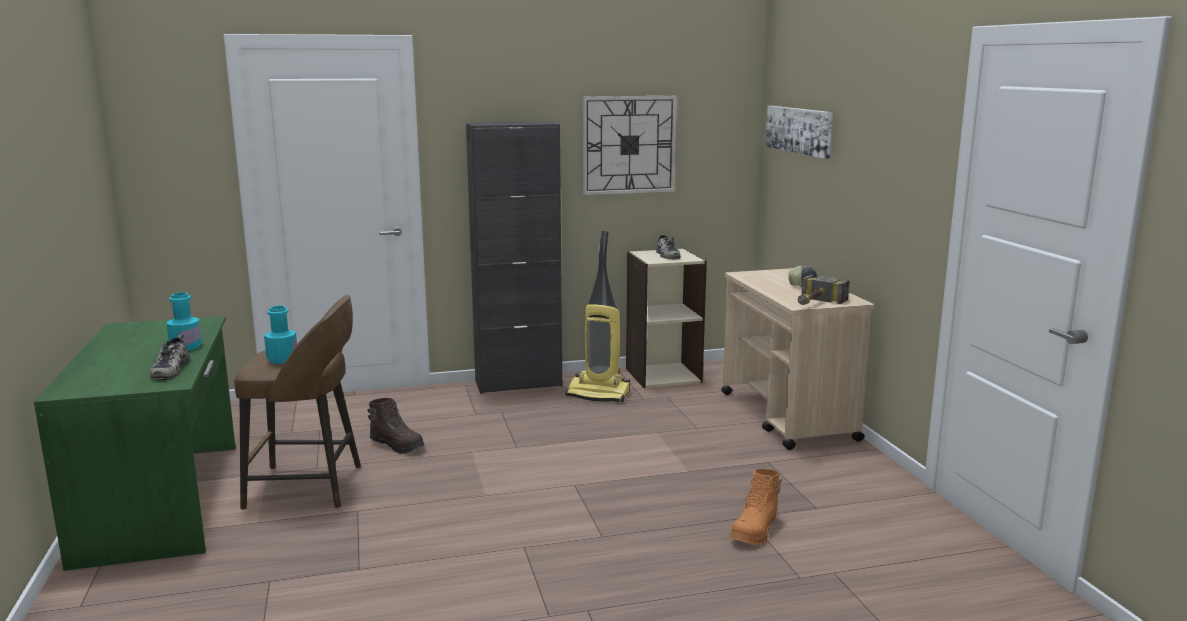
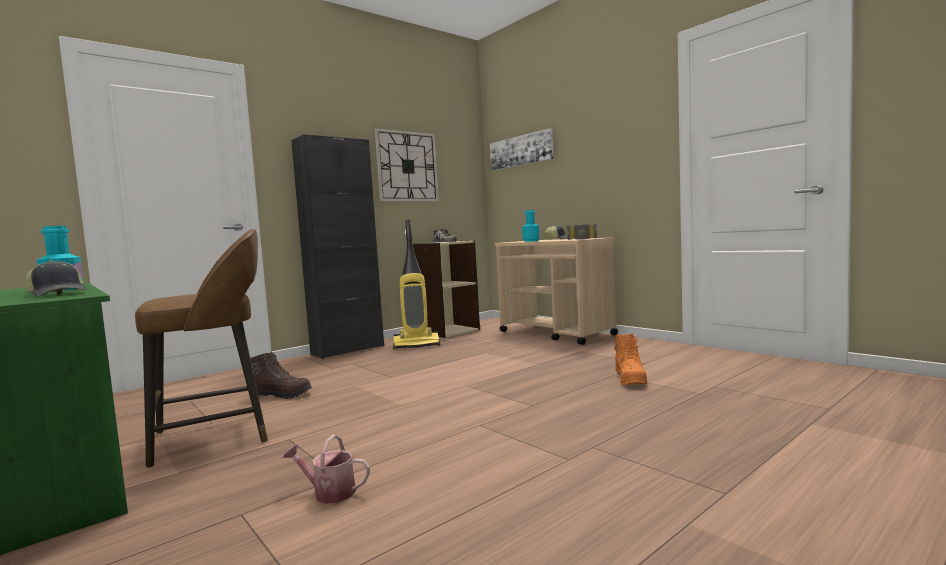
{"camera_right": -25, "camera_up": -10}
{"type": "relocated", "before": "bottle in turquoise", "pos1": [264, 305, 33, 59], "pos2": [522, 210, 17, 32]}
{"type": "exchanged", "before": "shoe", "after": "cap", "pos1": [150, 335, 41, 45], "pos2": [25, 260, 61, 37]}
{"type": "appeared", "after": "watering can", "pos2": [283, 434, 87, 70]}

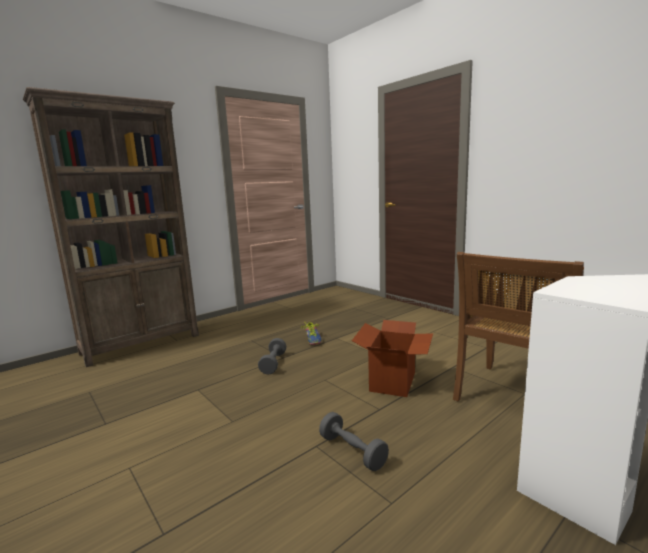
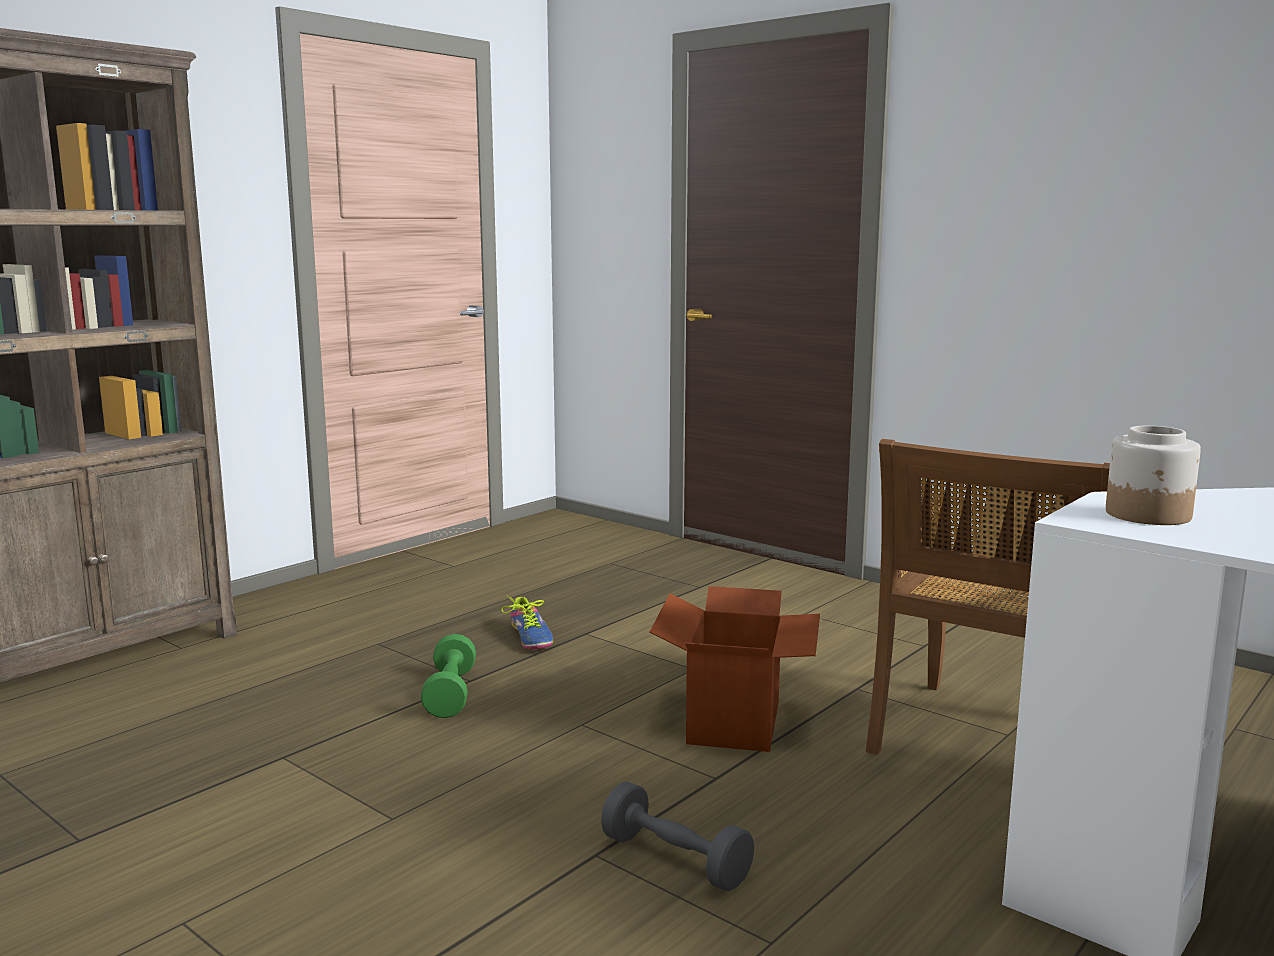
{"camera_right": -10, "camera_up": 0}
{"type": "colour", "before": "dumbbell in grey", "after": "dumbbell in green", "pos1": [258, 338, 28, 36], "pos2": [421, 634, 55, 84]}
{"type": "appeared", "after": "jar", "pos2": [1106, 426, 95, 99]}

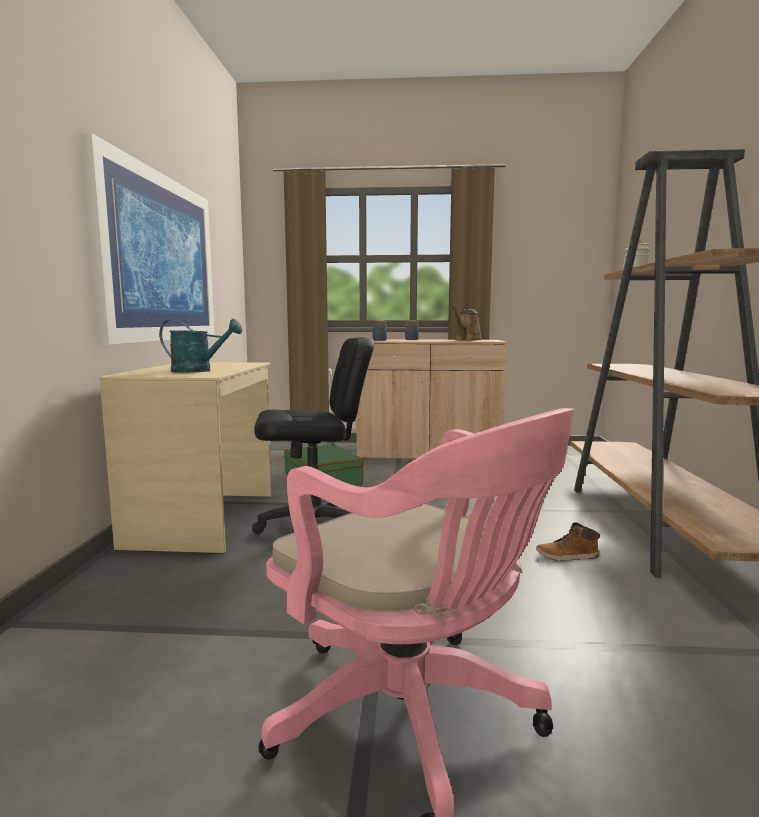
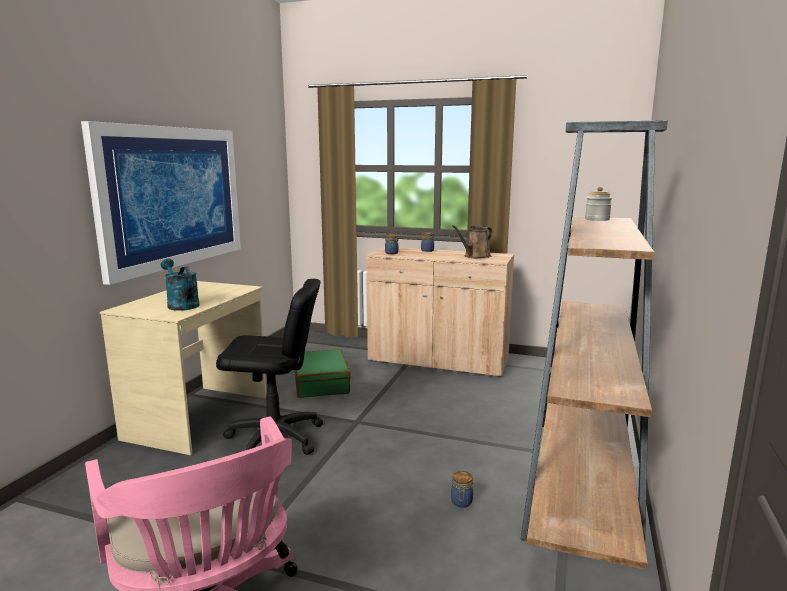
{"camera_right": 15, "camera_up": 5}
{"type": "spun", "before": "watering can in turquoise", "pos1": [159, 319, 84, 54], "pos2": [161, 259, 39, 52], "turn": -150}
{"type": "exchanged", "before": "boot", "after": "jar", "pos1": [536, 523, 64, 38], "pos2": [451, 471, 22, 37]}

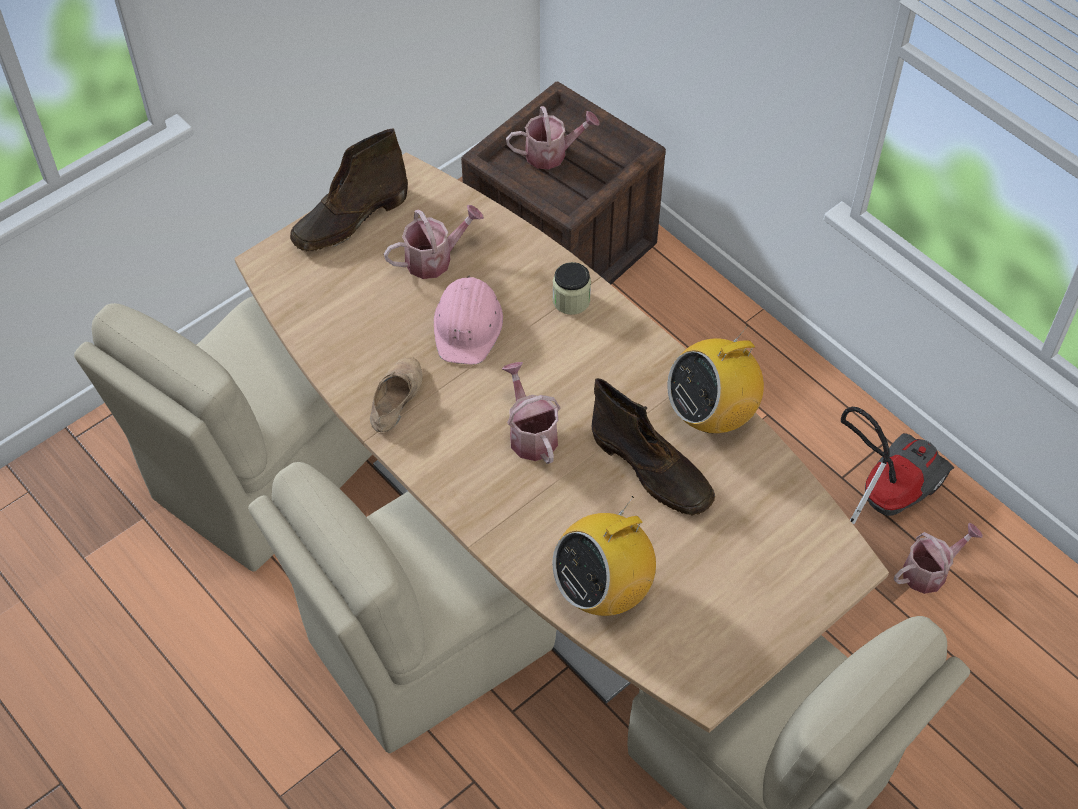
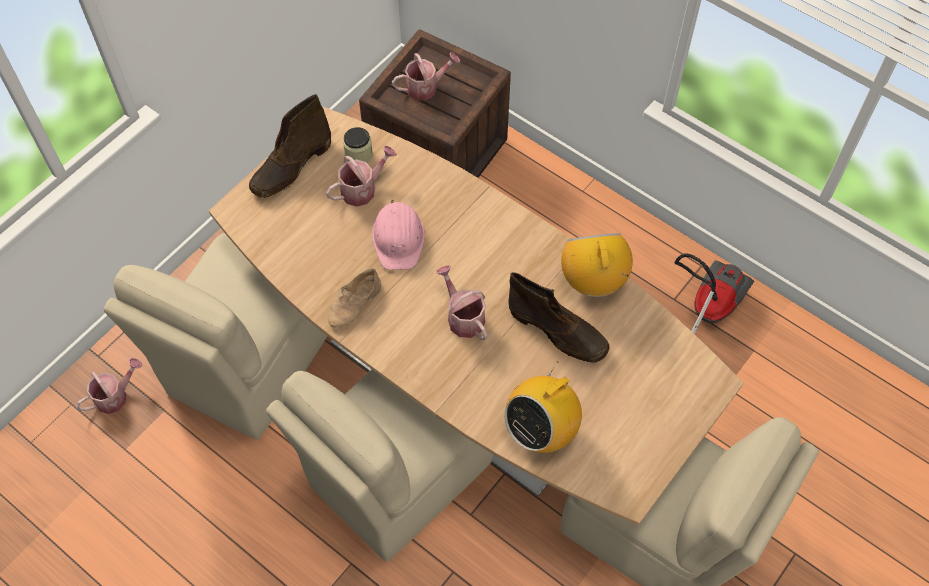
{"camera_right": -10, "camera_up": 5}
{"type": "relocated", "before": "jar", "pos1": [552, 262, 39, 53], "pos2": [343, 127, 30, 36]}
{"type": "spun", "before": "radio", "pos1": [667, 325, 97, 108], "pos2": [561, 233, 72, 64], "turn": 120}
{"type": "spun", "before": "shoe in beige", "pos1": [370, 357, 53, 75], "pos2": [328, 268, 53, 59], "turn": -150}
{"type": "relocated", "before": "watering can", "pos1": [894, 523, 89, 71], "pos2": [76, 358, 66, 56]}

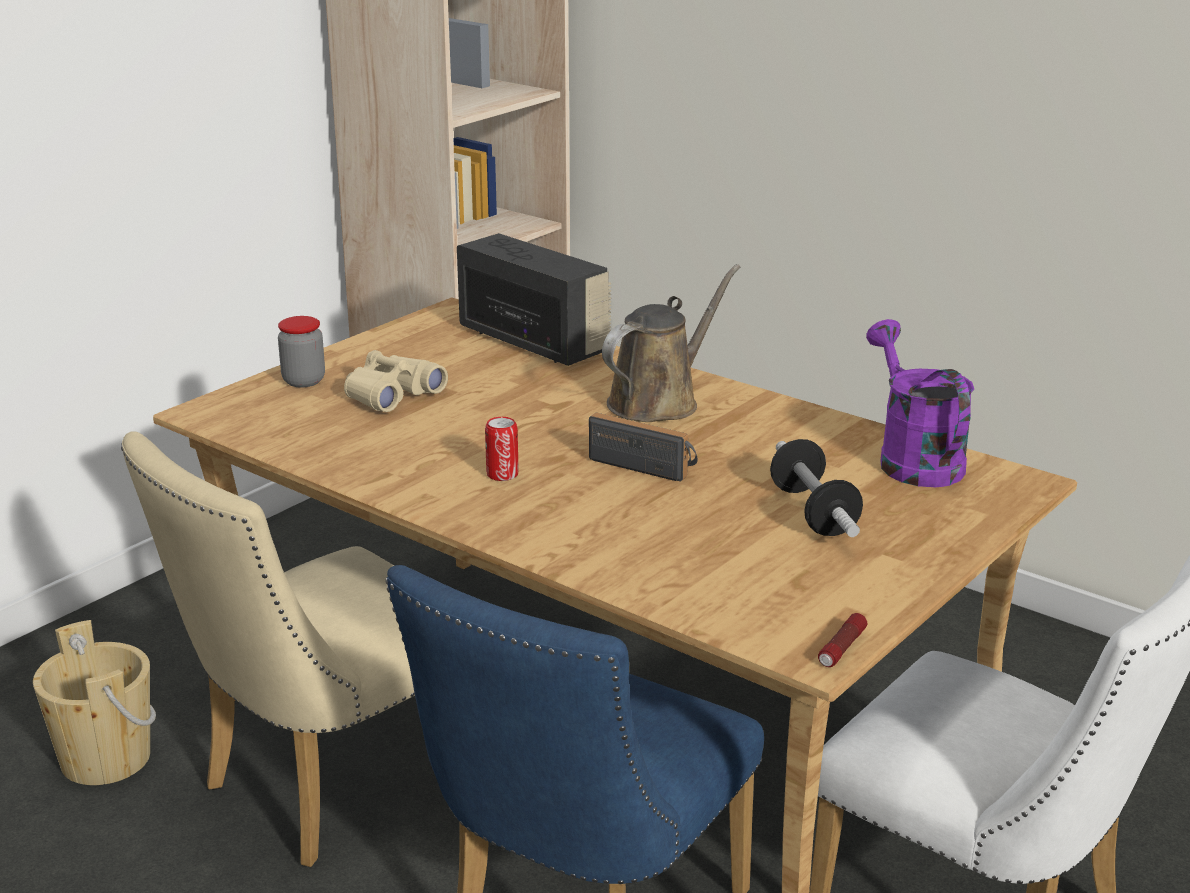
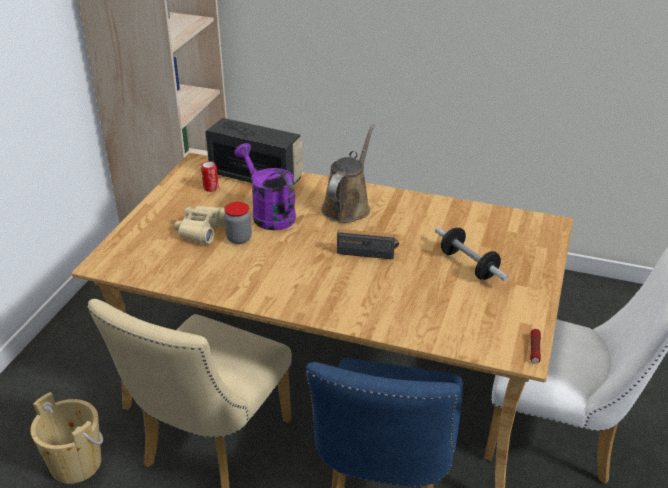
{"camera_right": -20, "camera_up": 10}
{"type": "relocated", "before": "jar", "pos1": [278, 316, 47, 71], "pos2": [224, 202, 28, 42]}
{"type": "relocated", "before": "watering can in purple", "pos1": [866, 319, 108, 168], "pos2": [234, 143, 62, 88]}
{"type": "relocated", "before": "can", "pos1": [485, 417, 34, 64], "pos2": [201, 161, 18, 31]}

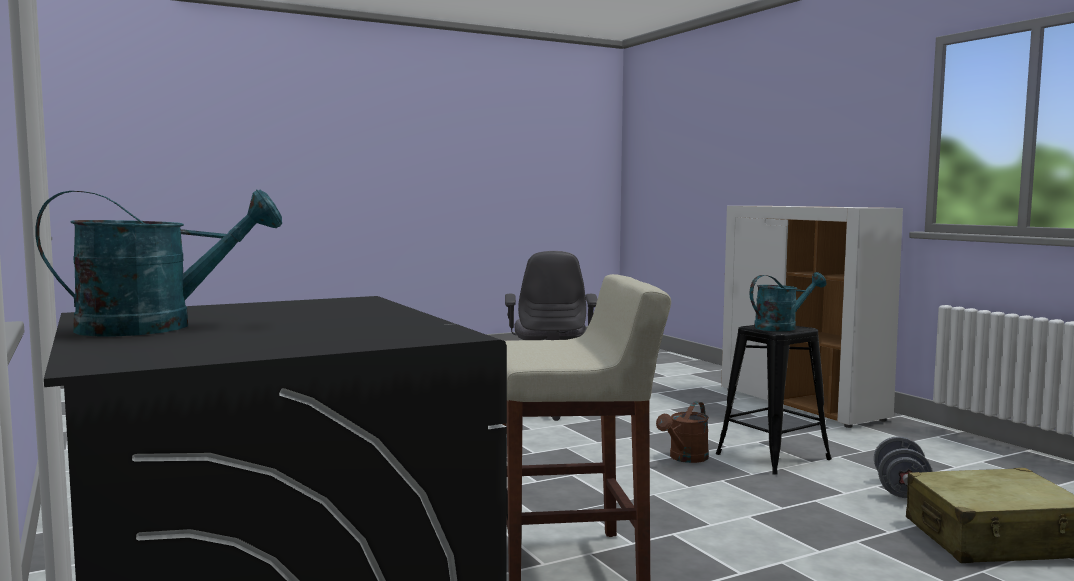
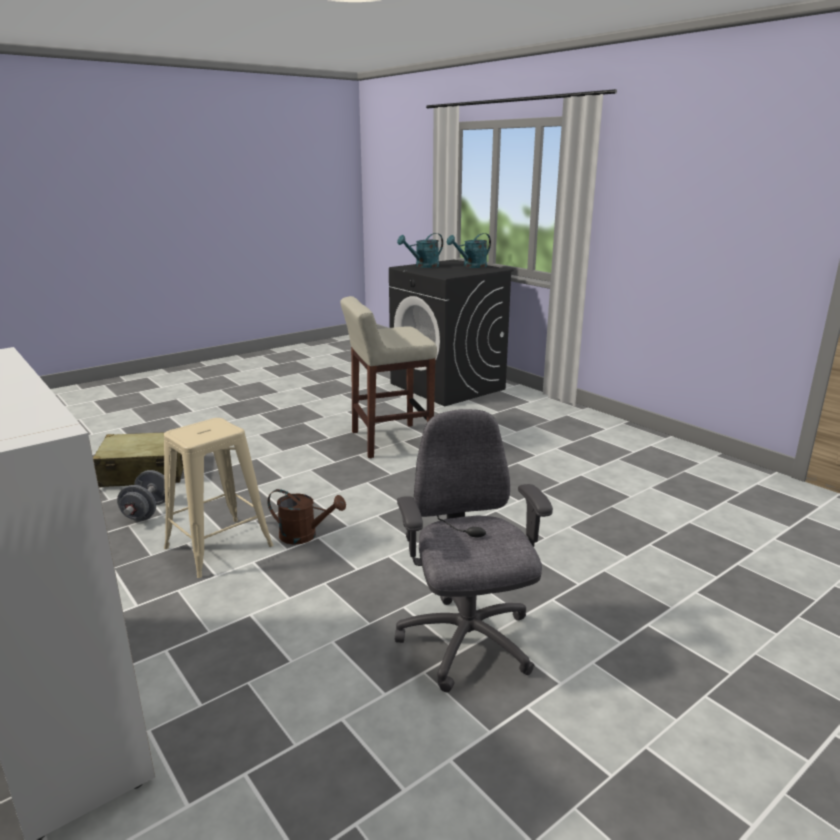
{"camera_right": 170, "camera_up": 15}
{"type": "relocated", "before": "watering can in turquoise", "pos1": [750, 272, 76, 59], "pos2": [397, 233, 46, 35]}
{"type": "colour", "before": "stool in black", "after": "stool in beige", "pos1": [716, 325, 116, 150], "pos2": [164, 418, 109, 160]}
{"type": "spun", "before": "watering can in brown", "pos1": [656, 401, 53, 62], "pos2": [268, 489, 78, 56], "turn": 75}

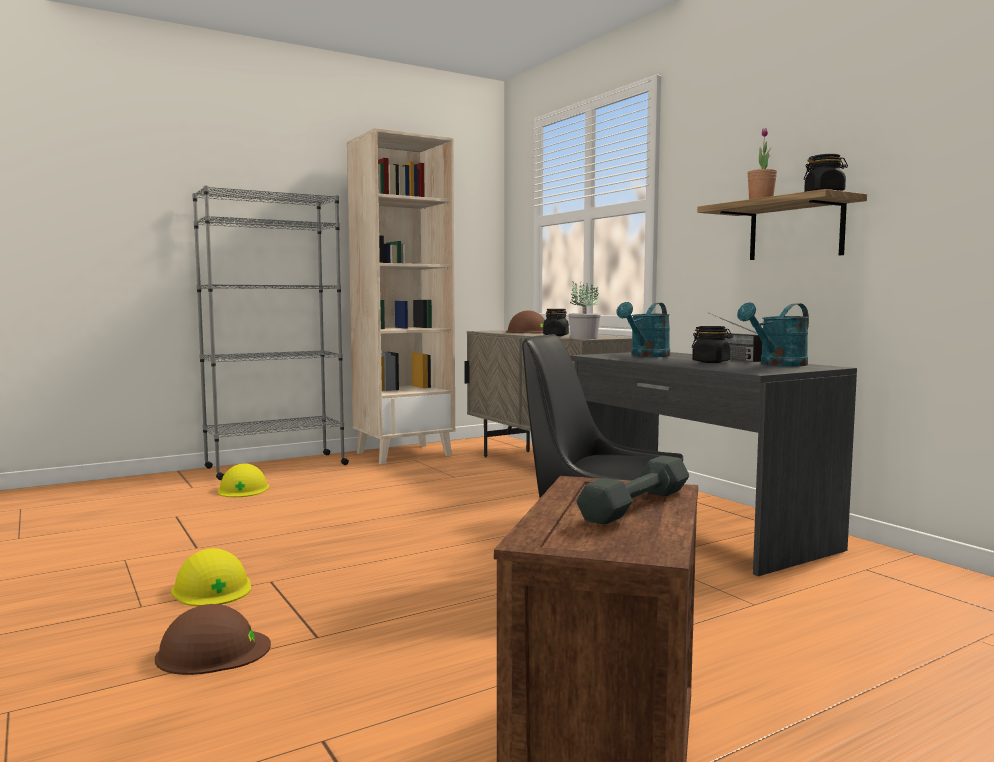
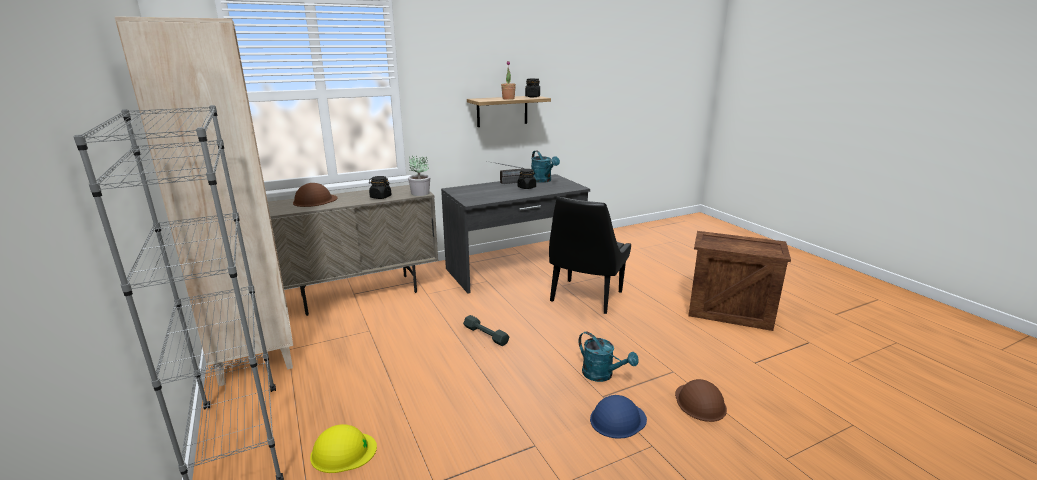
{"camera_right": -85, "camera_up": 15}
{"type": "relocated", "before": "watering can in turquoise", "pos1": [616, 302, 54, 55], "pos2": [578, 331, 61, 51]}
{"type": "relocated", "before": "dumbbell in grey", "pos1": [576, 456, 113, 68], "pos2": [463, 315, 47, 31]}
{"type": "colour", "before": "hard hat in yellow", "after": "hard hat in blue", "pos1": [171, 548, 80, 58], "pos2": [590, 395, 57, 44]}

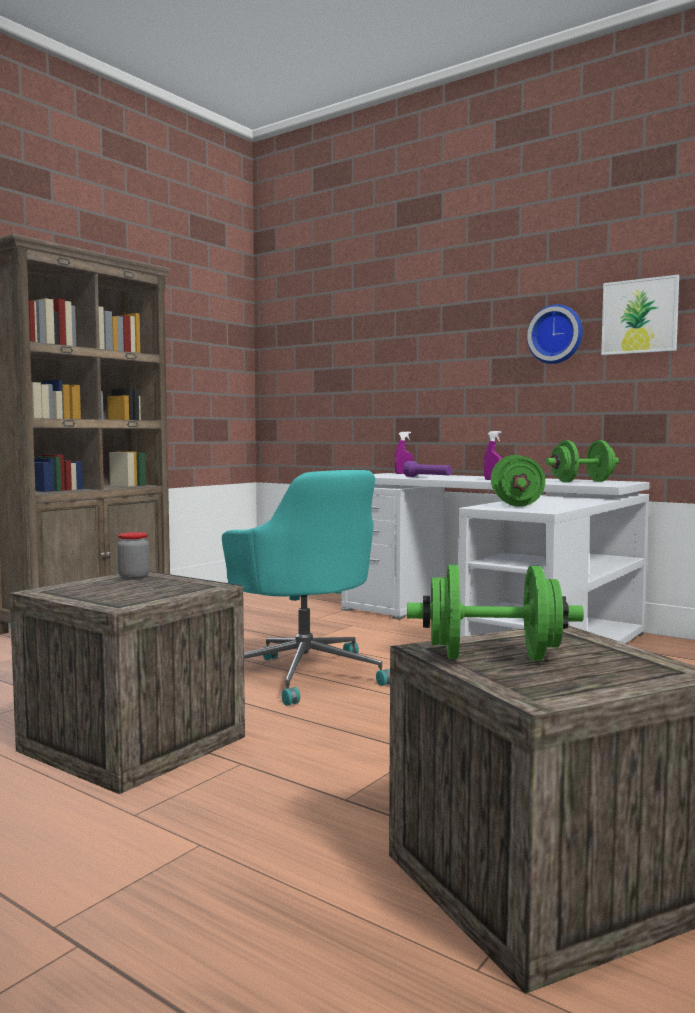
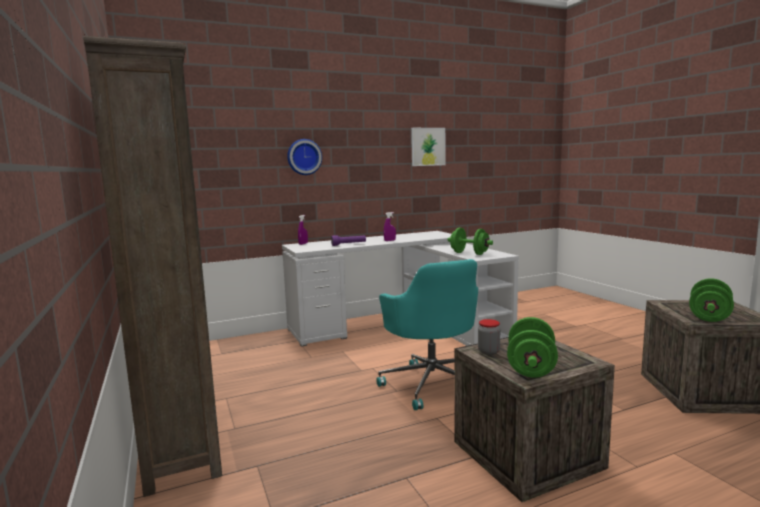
{"camera_right": -60, "camera_up": 5}
{"type": "relocated", "before": "wall clock", "pos1": [527, 304, 56, 60], "pos2": [287, 139, 35, 36]}
{"type": "relocated", "before": "dumbbell in green", "pos1": [546, 440, 73, 42], "pos2": [507, 317, 51, 60]}
{"type": "spun", "before": "office chair in turquoise", "pos1": [222, 470, 168, 236], "pos2": [376, 259, 102, 151], "turn": 75}

